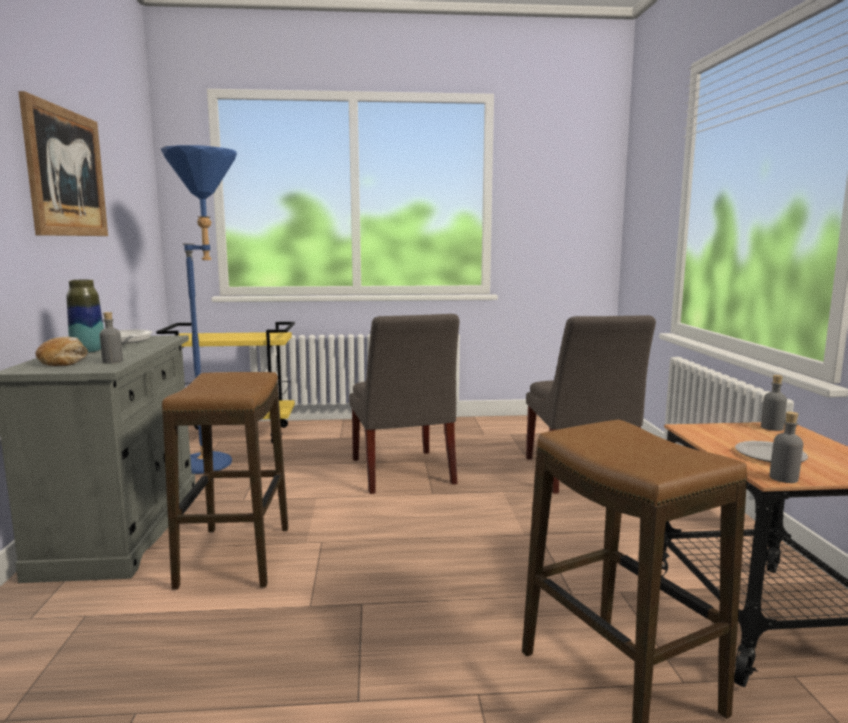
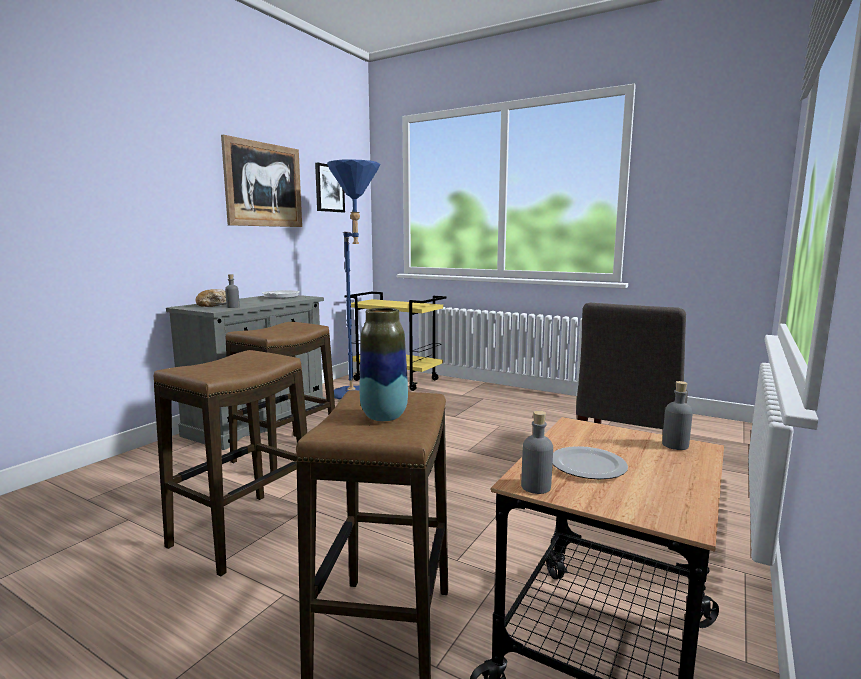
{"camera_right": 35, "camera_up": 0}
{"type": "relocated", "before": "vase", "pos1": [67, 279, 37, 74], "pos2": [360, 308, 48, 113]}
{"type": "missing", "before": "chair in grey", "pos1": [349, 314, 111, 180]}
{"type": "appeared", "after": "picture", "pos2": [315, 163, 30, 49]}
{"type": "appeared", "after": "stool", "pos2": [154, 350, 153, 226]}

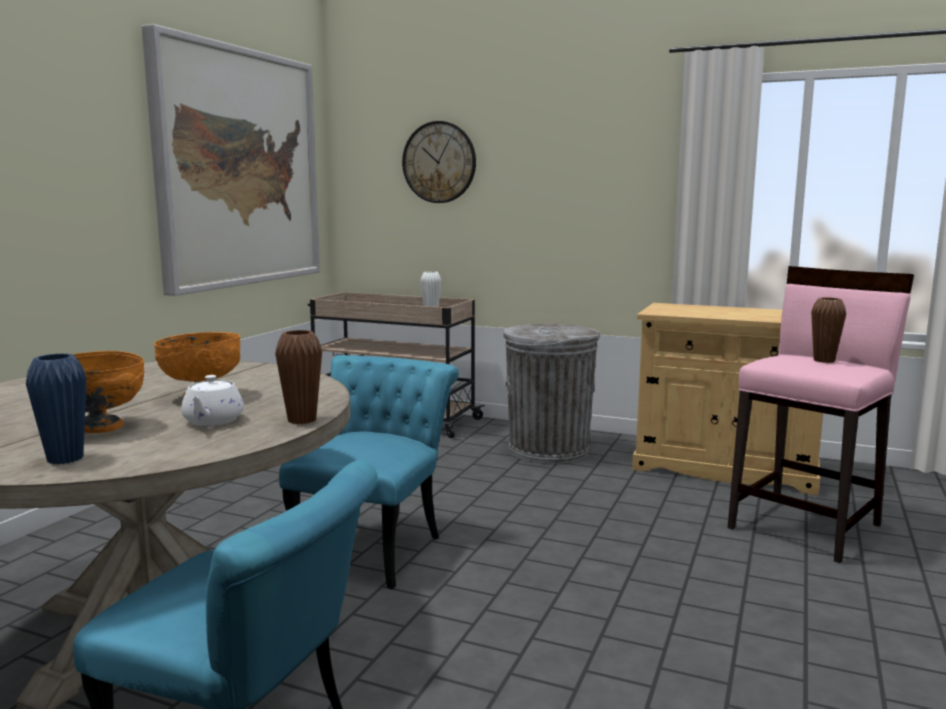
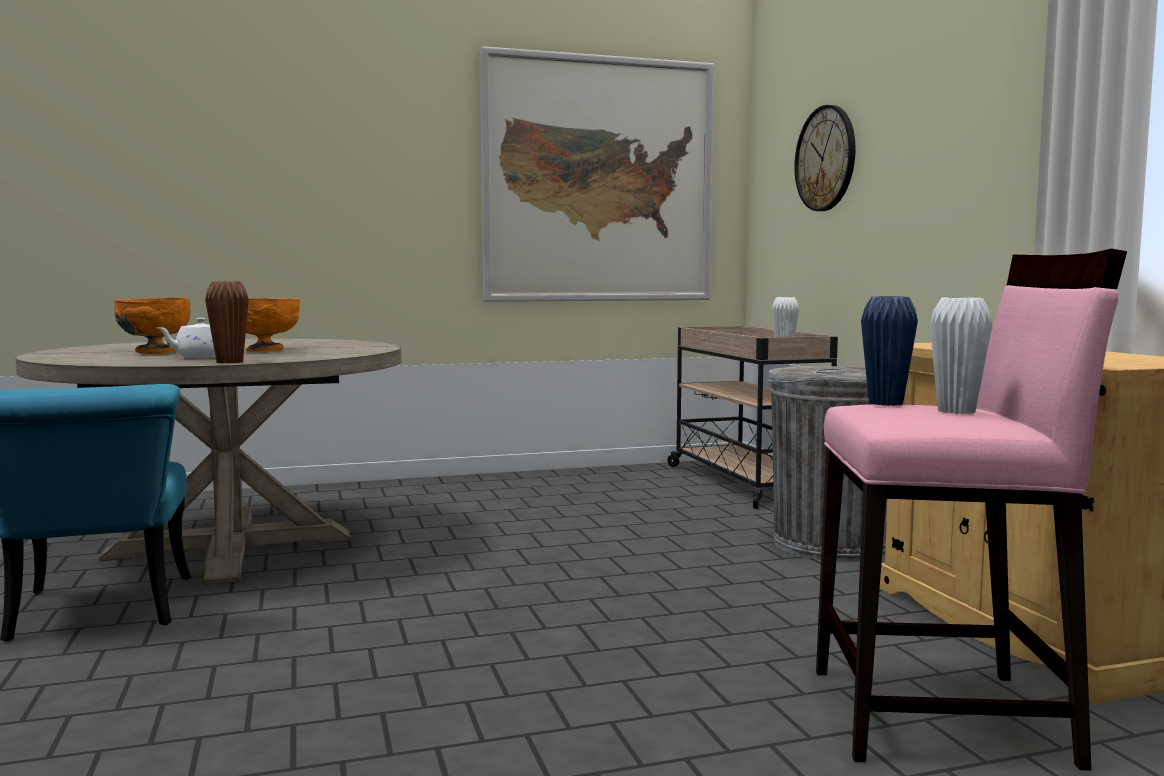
{"camera_right": 50, "camera_up": -5}
{"type": "colour", "before": "vase in brown", "after": "vase in white", "pos1": [811, 297, 35, 66], "pos2": [930, 297, 62, 117]}
{"type": "relocated", "before": "vase in blue", "pos1": [26, 353, 60, 111], "pos2": [861, 296, 57, 110]}
{"type": "missing", "before": "chair in turquoise", "pos1": [279, 355, 180, 234]}

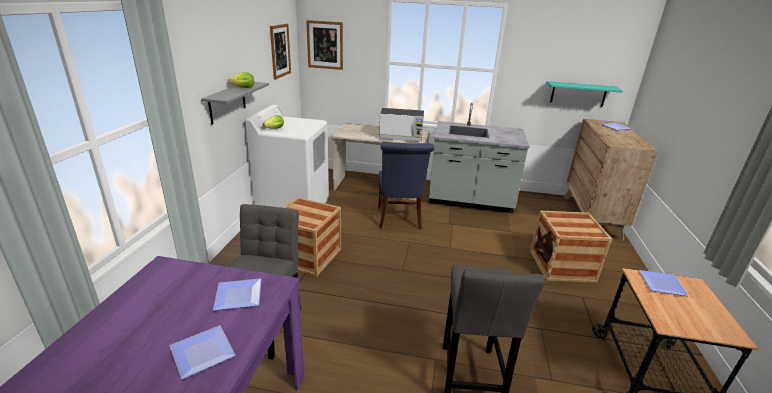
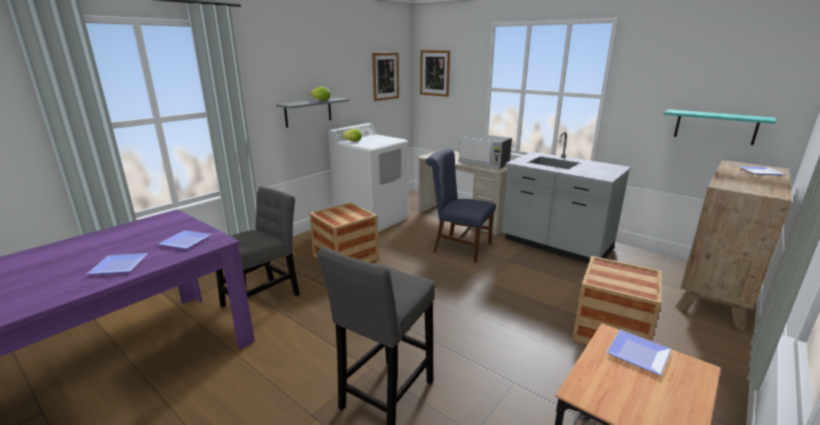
{"camera_right": 30, "camera_up": -5}
{"type": "spun", "before": "chair in blue", "pos1": [378, 142, 56, 87], "pos2": [426, 148, 70, 115], "turn": 90}

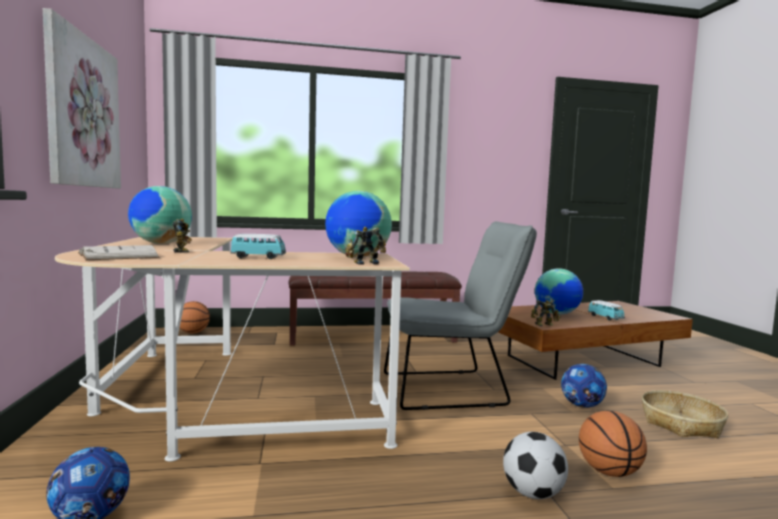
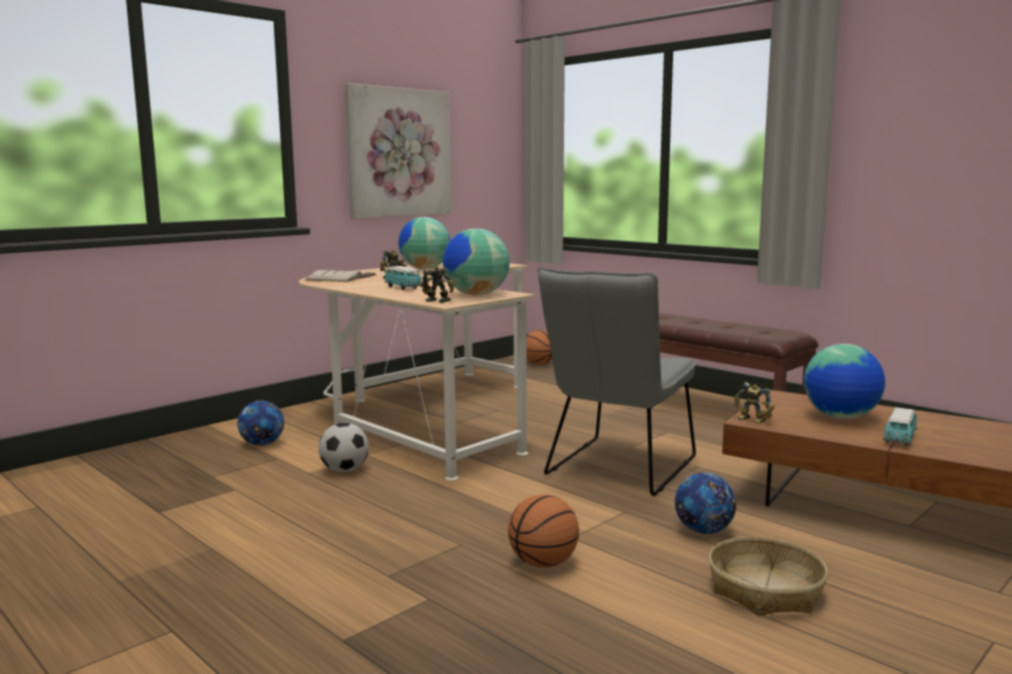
{"camera_right": 55, "camera_up": 5}
{"type": "spun", "before": "chair in grey", "pos1": [384, 221, 153, 189], "pos2": [538, 267, 159, 229], "turn": 75}
{"type": "relocated", "before": "football", "pos1": [503, 432, 65, 67], "pos2": [319, 423, 50, 49]}

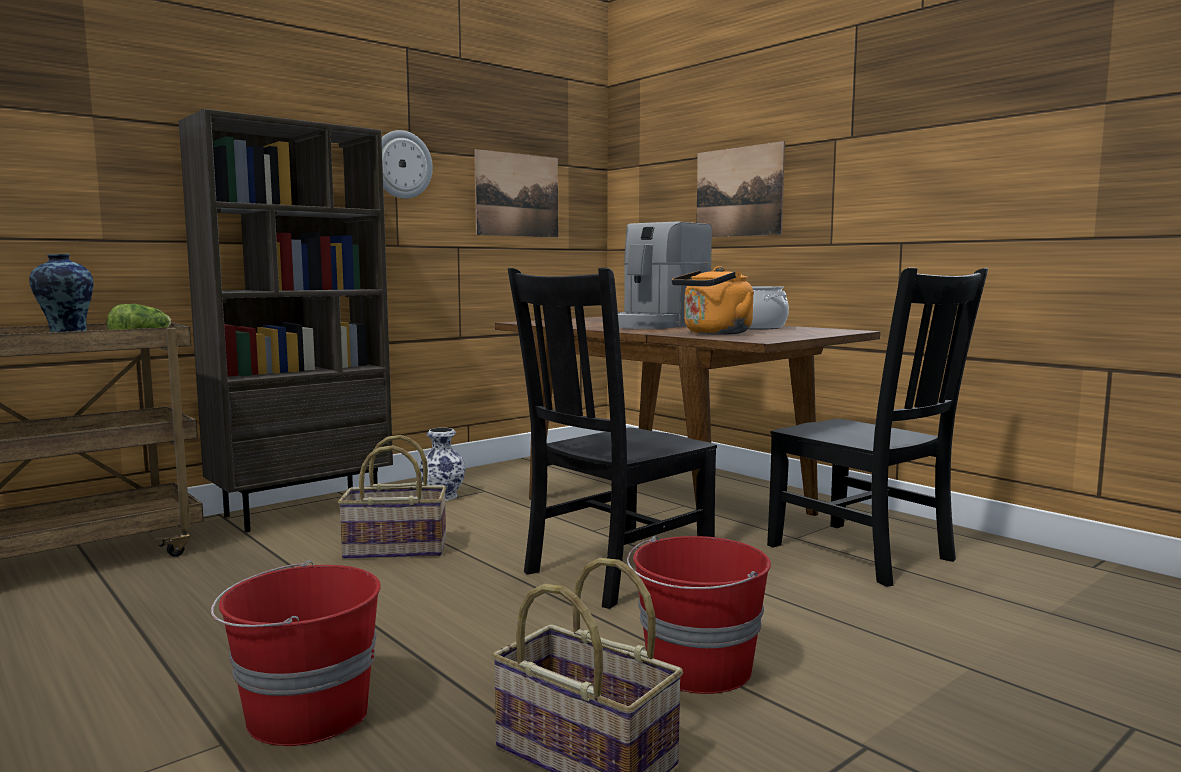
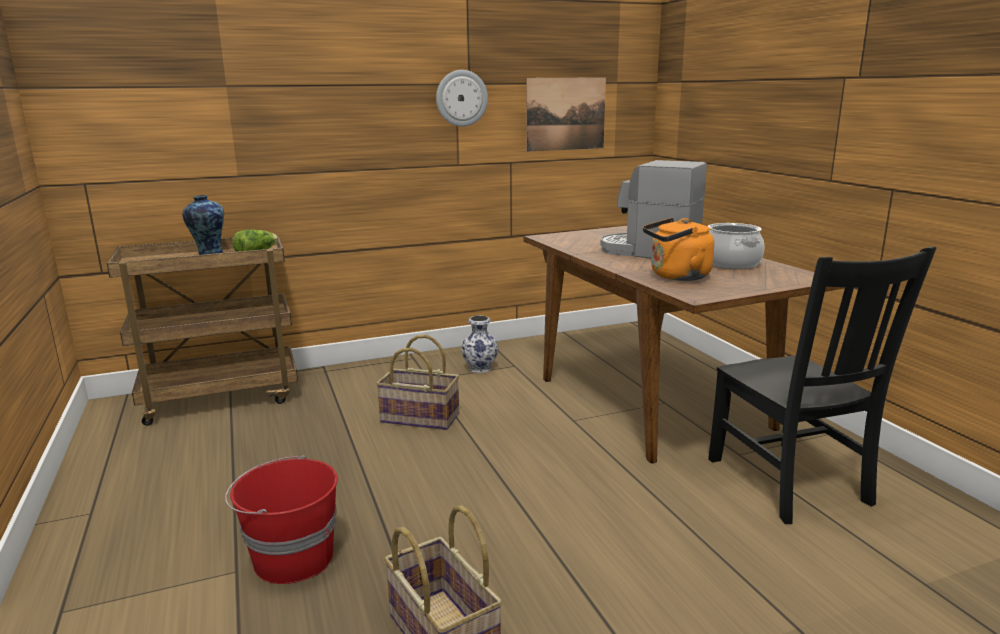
{"camera_right": 20, "camera_up": 10}
{"type": "missing", "before": "bookcase in brown", "pos1": [179, 109, 214, 423]}
{"type": "missing", "before": "picture", "pos1": [696, 141, 89, 96]}
{"type": "spun", "before": "coffee machine", "pos1": [618, 221, 94, 108], "pos2": [600, 160, 107, 98], "turn": 60}
{"type": "missing", "before": "chair in black", "pos1": [508, 268, 209, 341]}
{"type": "missing", "before": "bucket in red", "pos1": [627, 536, 144, 158]}

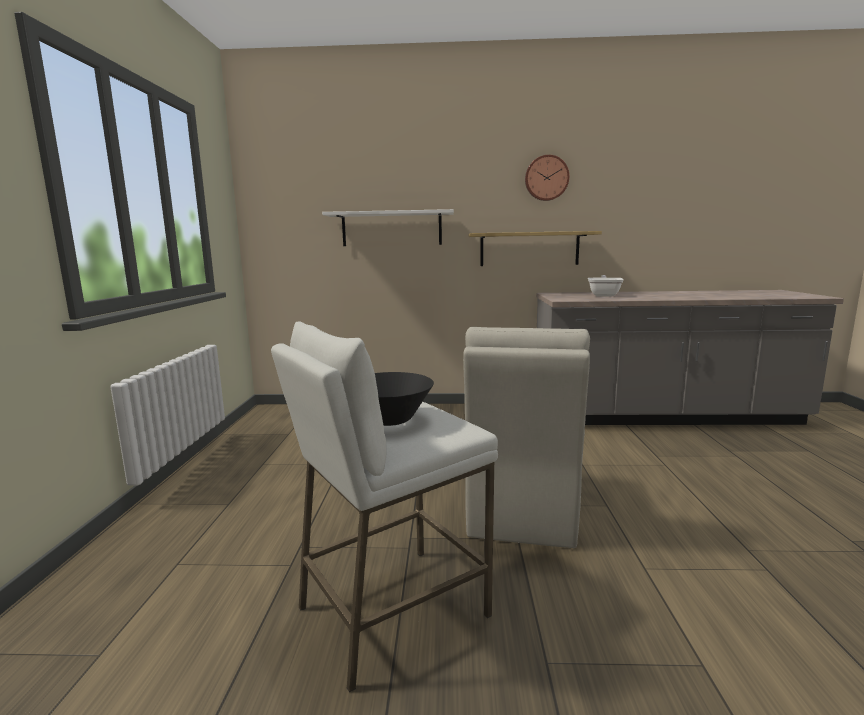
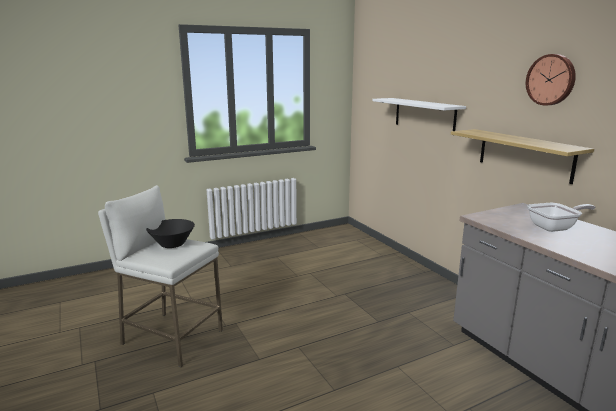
{"camera_right": 60, "camera_up": 5}
{"type": "missing", "before": "chair in beige", "pos1": [463, 327, 127, 221]}

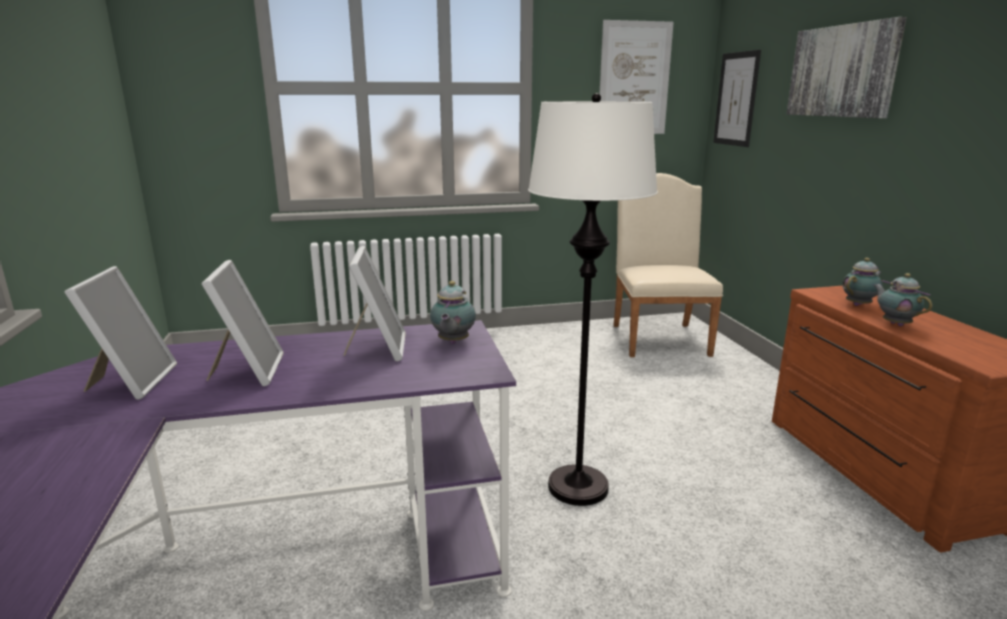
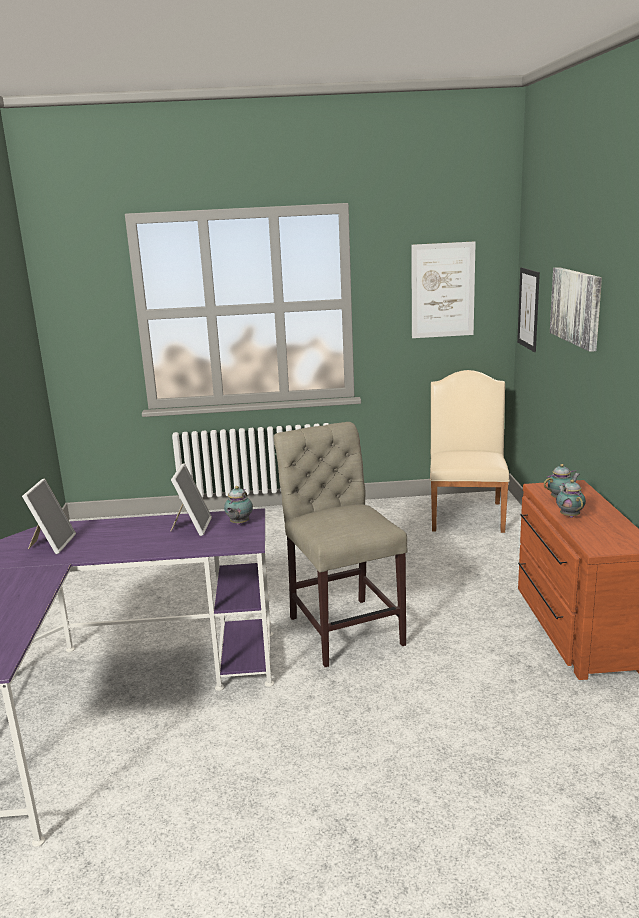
{"camera_right": 10, "camera_up": 0}
{"type": "exchanged", "before": "floor lamp in white", "after": "chair in beige", "pos1": [528, 93, 130, 413], "pos2": [274, 422, 134, 245]}
{"type": "missing", "before": "picture frame", "pos1": [201, 260, 83, 126]}

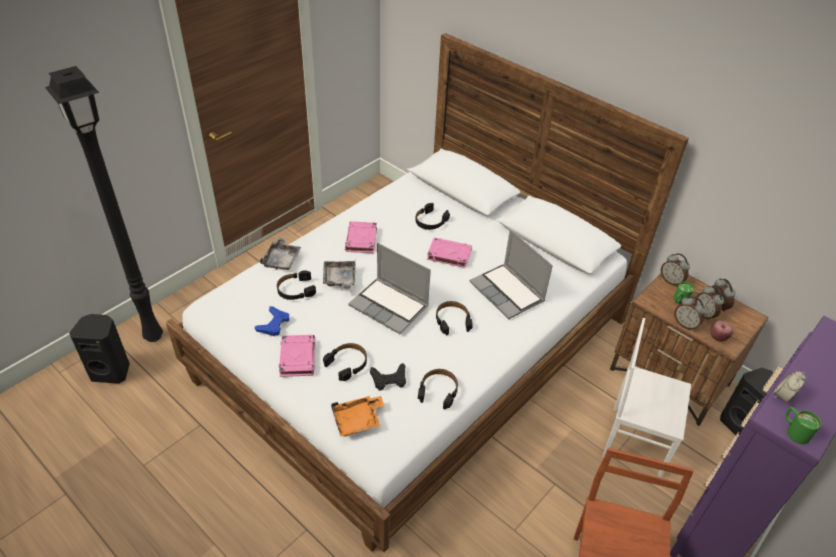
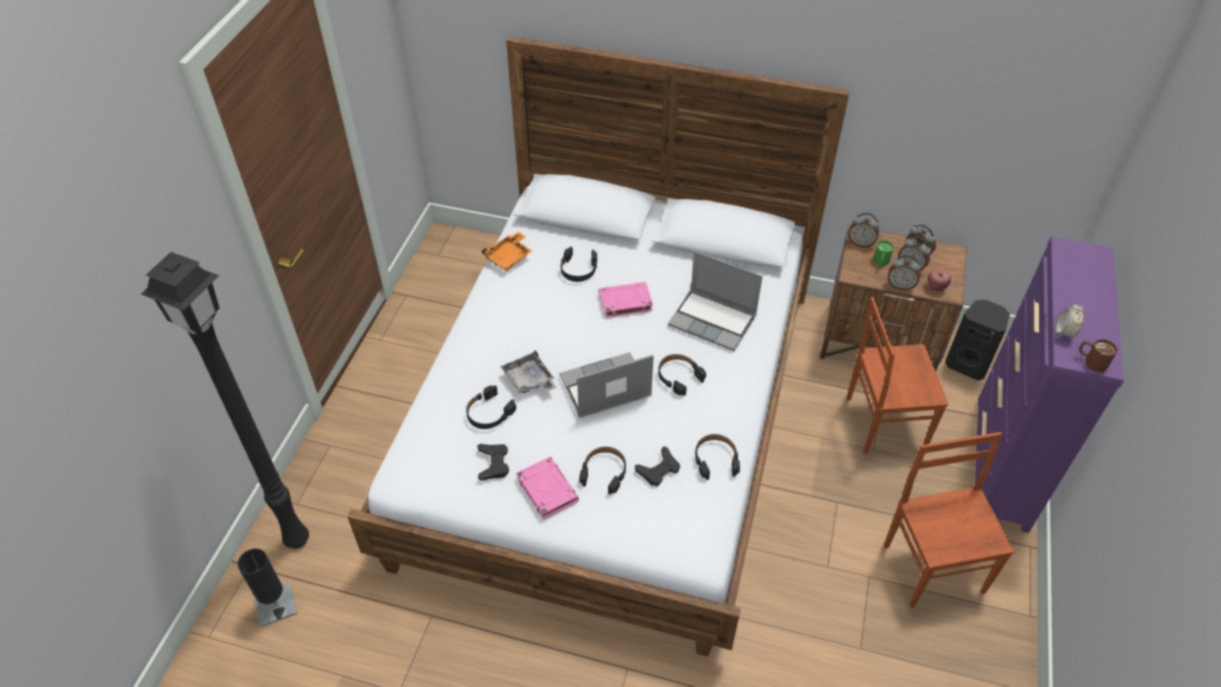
{"camera_right": -25, "camera_up": 5}
{"type": "missing", "before": "book in pink", "pos1": [345, 221, 32, 32]}
{"type": "missing", "before": "tray in grey", "pos1": [260, 237, 41, 33]}
{"type": "spun", "before": "laptop", "pos1": [348, 243, 83, 91], "pos2": [559, 352, 95, 66], "turn": 150}
{"type": "colour", "before": "game controller in blue", "after": "game controller in black", "pos1": [255, 306, 34, 30], "pos2": [477, 444, 32, 37]}
{"type": "exchanged", "before": "speaker in black", "after": "table lamp in black", "pos1": [69, 314, 61, 70], "pos2": [238, 549, 59, 78]}
{"type": "colour", "before": "chair in white", "after": "chair in brown", "pos1": [602, 318, 89, 159], "pos2": [847, 297, 102, 157]}
{"type": "relocated", "before": "tray in orange", "pos1": [331, 396, 54, 41], "pos2": [481, 232, 51, 39]}
{"type": "colour", "before": "mug in green", "after": "mug in brown", "pos1": [785, 407, 36, 37], "pos2": [1079, 339, 38, 33]}

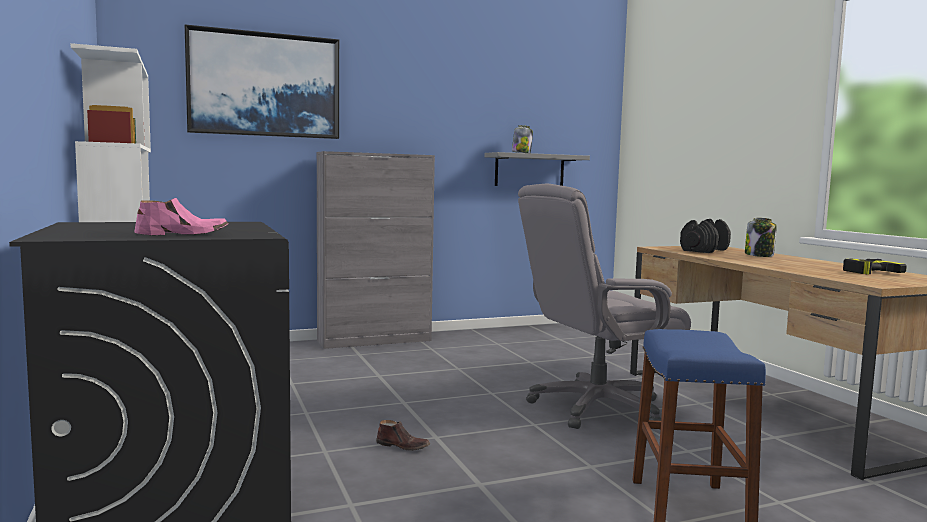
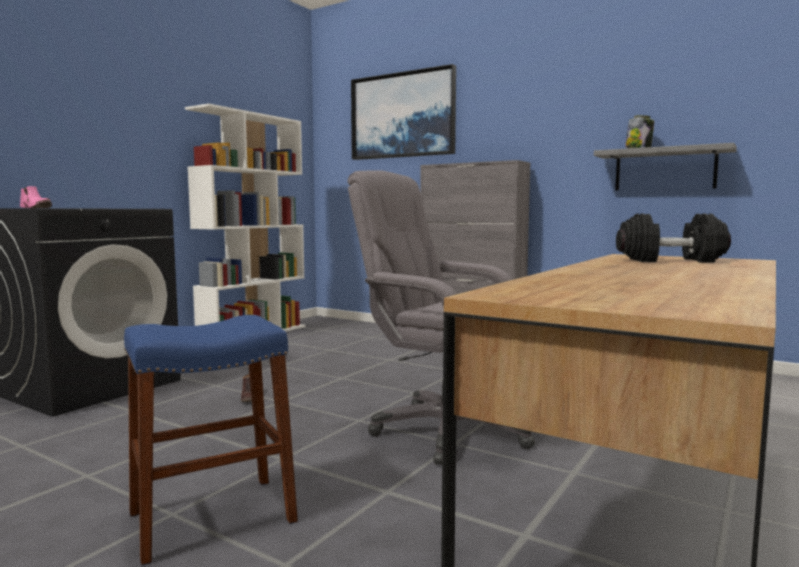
{"camera_right": 55, "camera_up": 0}
{"type": "missing", "before": "jar", "pos1": [745, 218, 32, 39]}
{"type": "missing", "before": "power drill", "pos1": [843, 259, 64, 16]}

